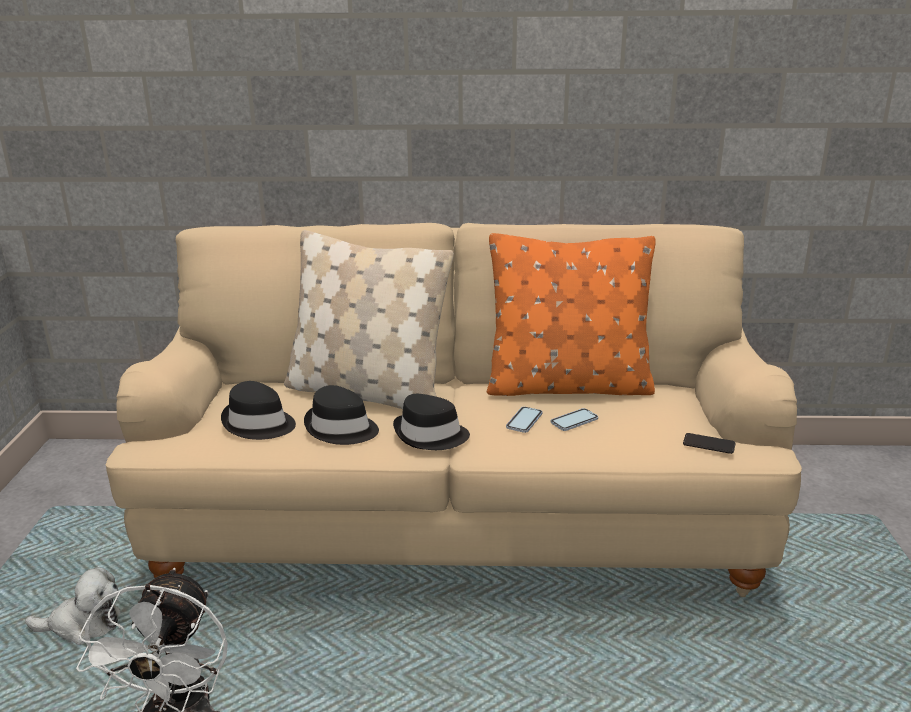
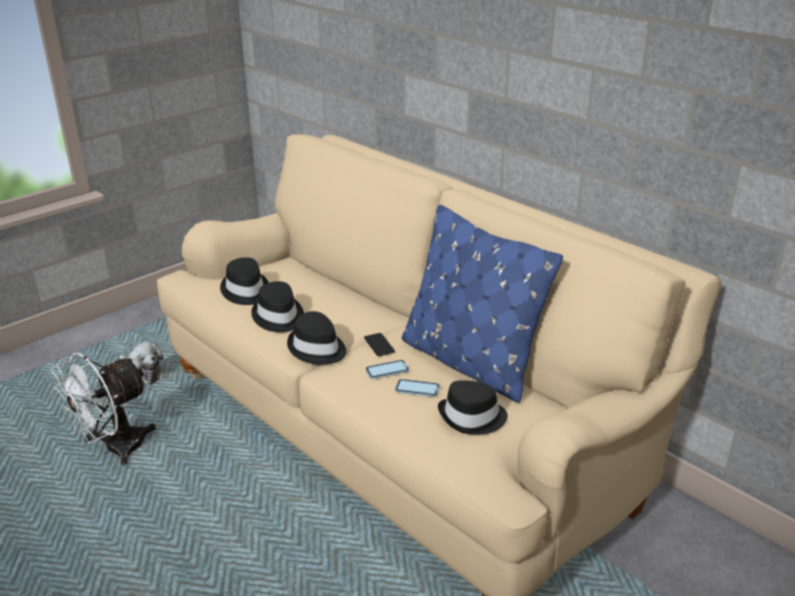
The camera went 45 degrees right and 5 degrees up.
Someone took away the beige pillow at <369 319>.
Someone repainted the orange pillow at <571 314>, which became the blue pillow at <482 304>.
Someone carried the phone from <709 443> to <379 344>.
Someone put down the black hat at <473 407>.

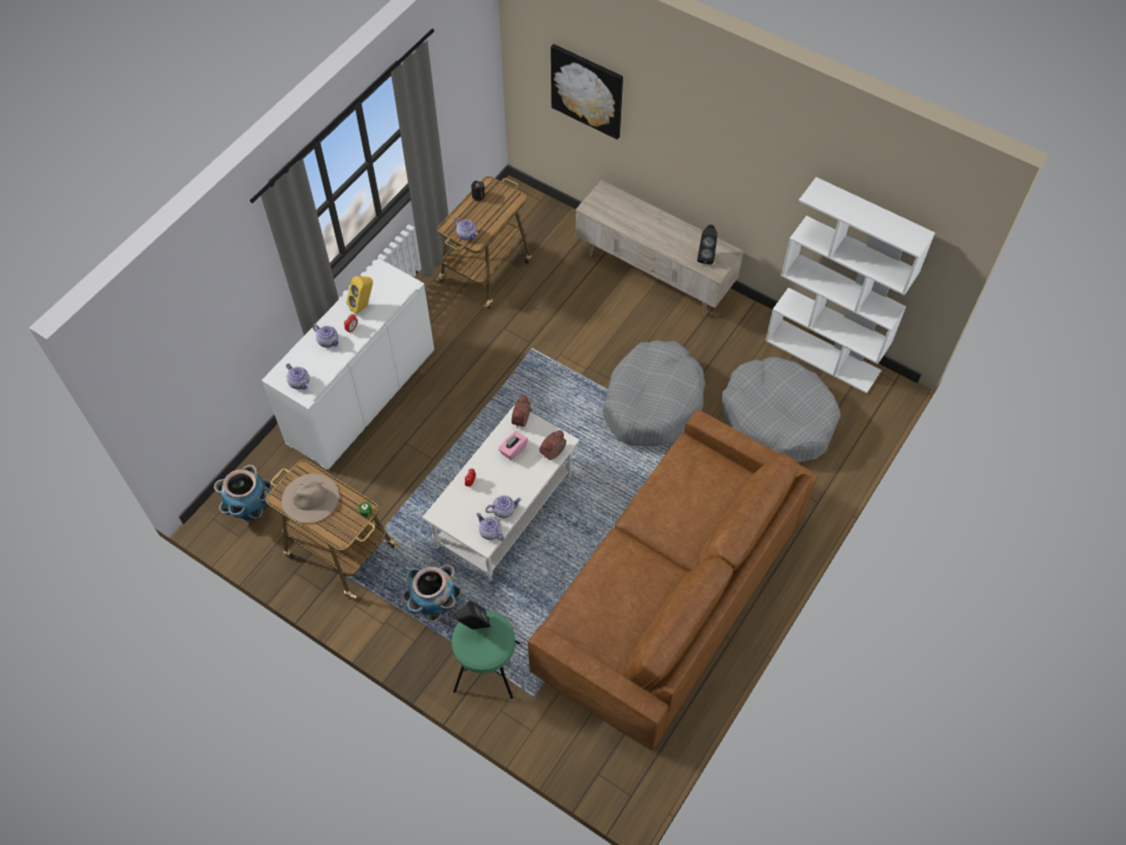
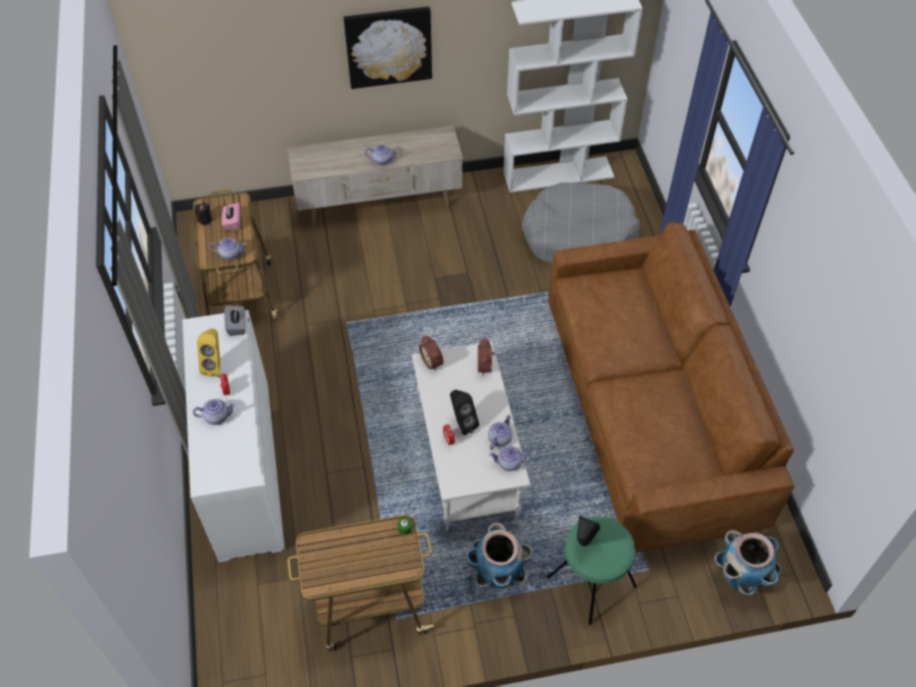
The camera went 45 degrees left and 5 degrees down.
Someone carried the planter from <243 492> to <748 562>.
Someone took away the beige hat at <310 498>.
Someone carried the teapot from <298 376> to <381 155>.
Someone carried the pink tissue box from <513 446> to <231 217>.
Someone carried the picture from <587 92> to <387 48>.
Someone took away the grey dog bed at <653 393>.
Someone carried the black speaker from <707 244> to <464 412>.
Someone put down the grey tissue box at <234 321>.

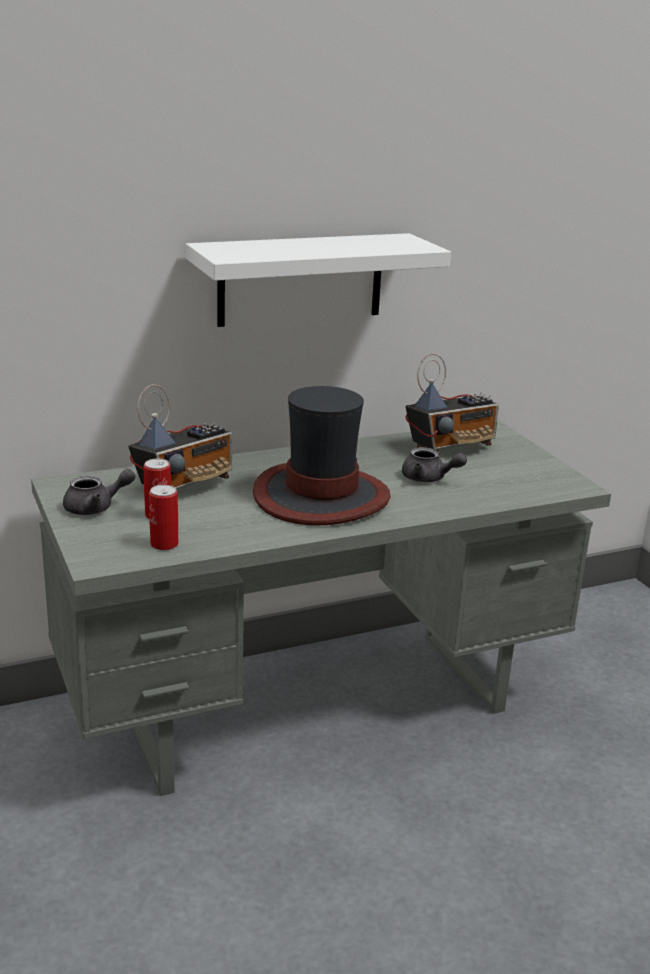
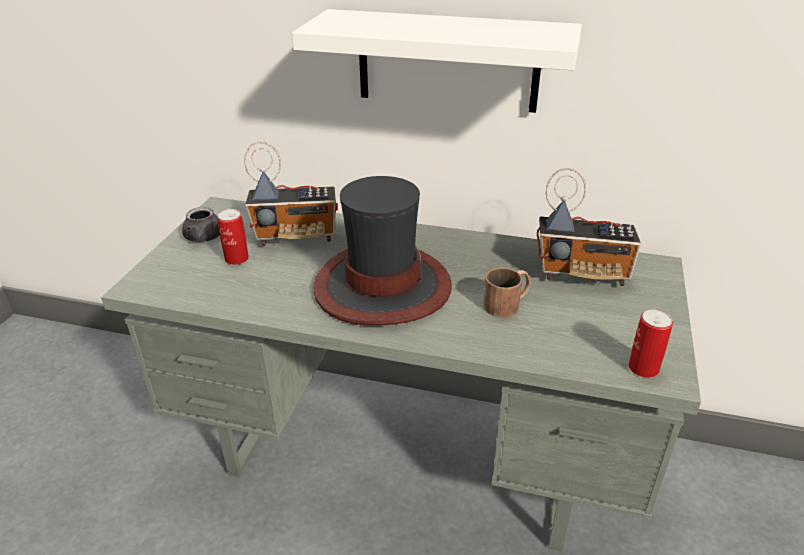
The camera went 40 degrees right and 10 degrees up.
Someone carried the can from <163 517> to <651 343>.
Someone swapped the grey teapot at <434 464> for the brown mug at <507 292>.

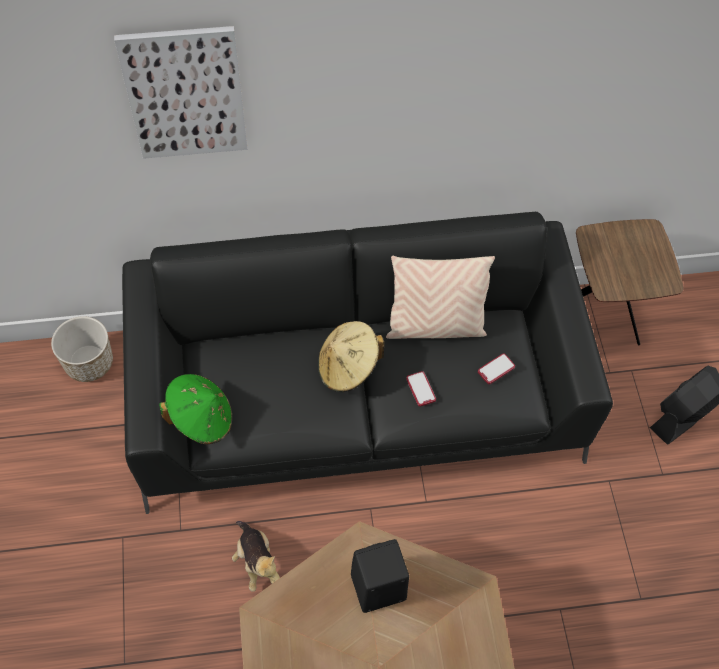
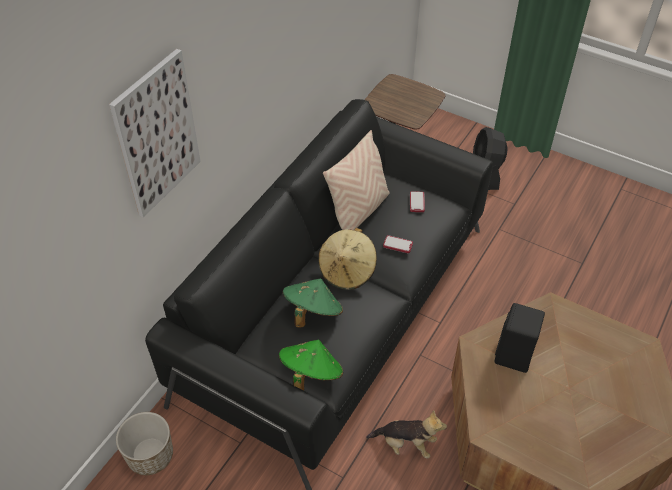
The camera went 50 degrees left and 10 degrees down.
Someone put down the green hat at <312 303>.

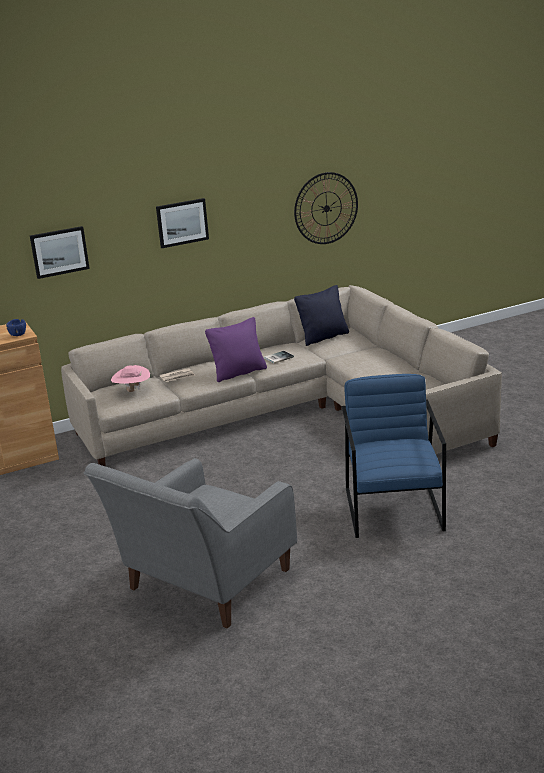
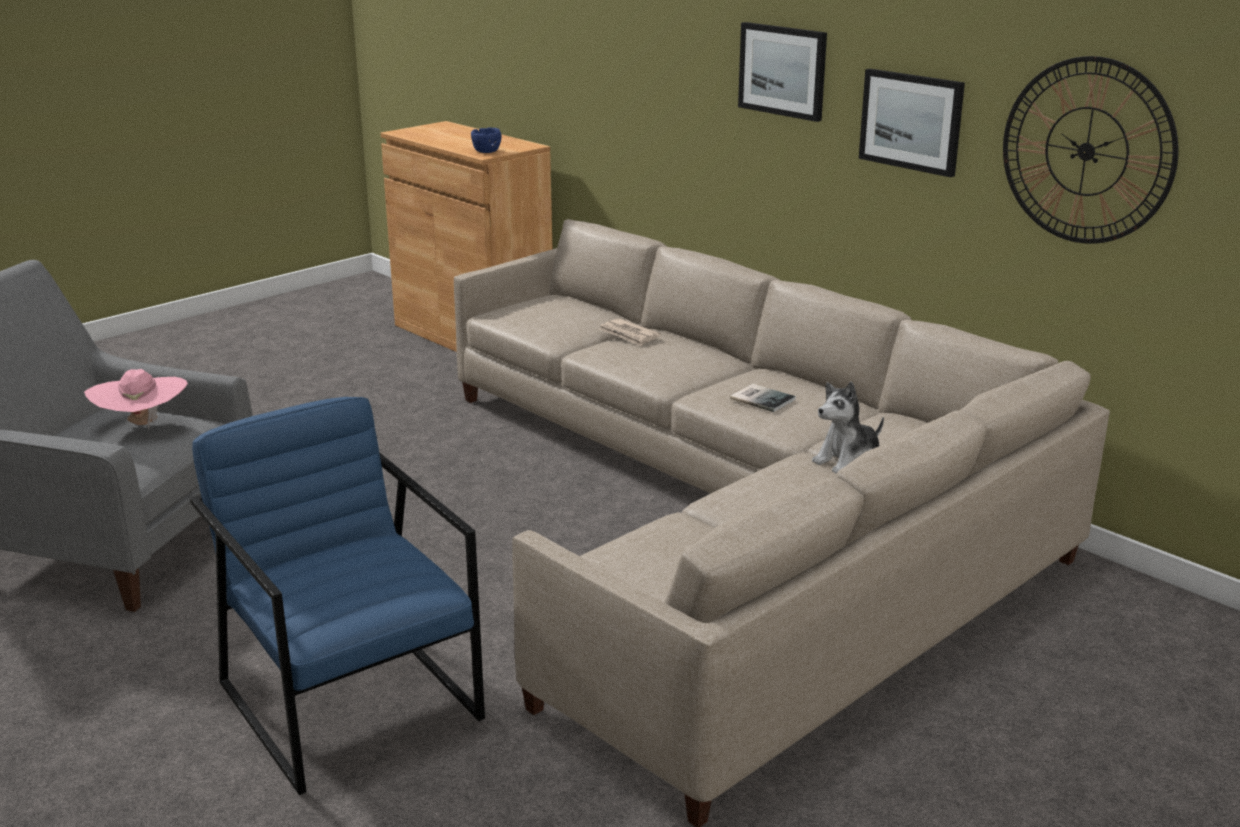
The camera went 70 degrees right and 0 degrees up.
Someone carried the picture from <60 252> to <912 123>.
Someone carried the pink hat from <130 378> to <136 399>.
Someone took away the purple pillow at <236 349>.
Someone took away the black pillow at <321 315>.
Someone rotated the blue armchair at <394 456> by 105 degrees counterclockwise.
Someone put down the plush toy at <848 428>.

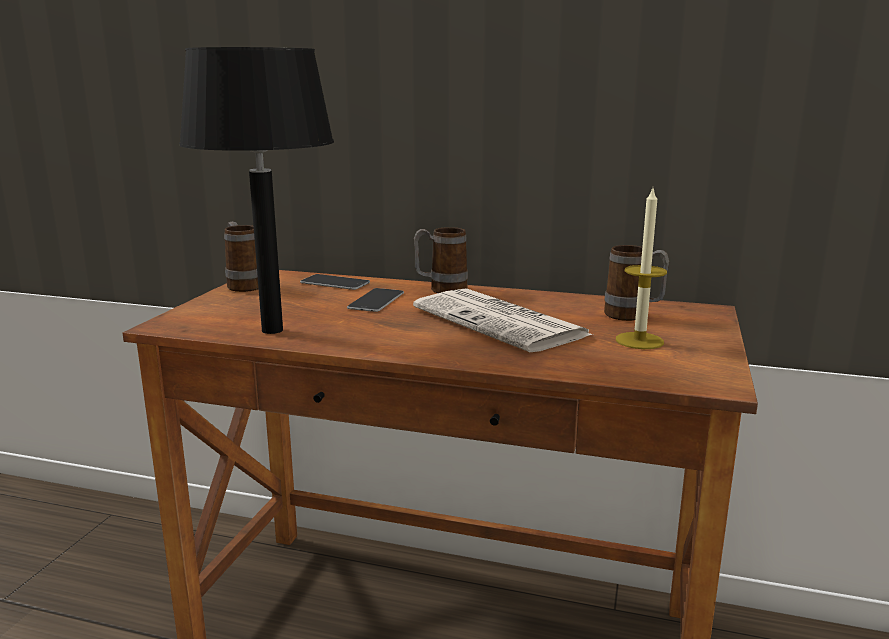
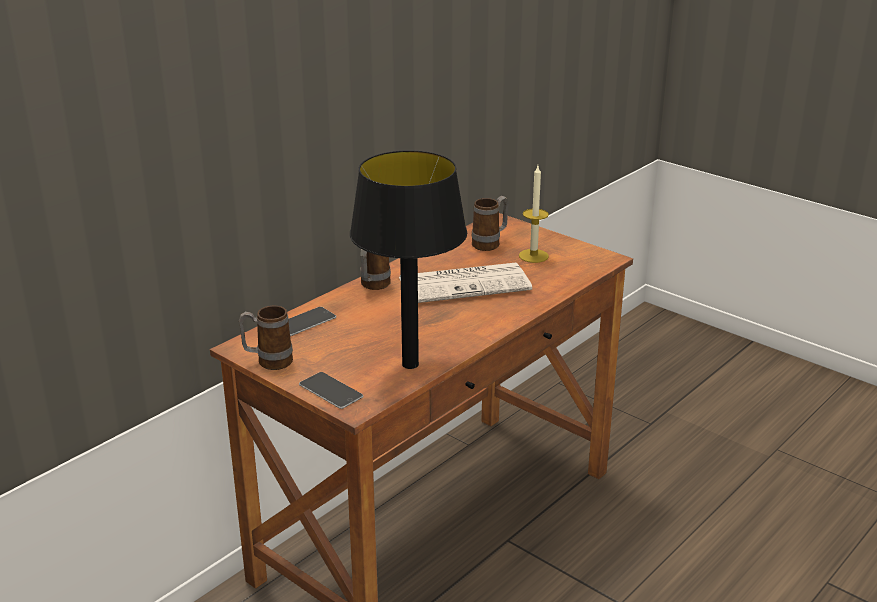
The camera went 65 degrees left and 10 degrees up.
Someone carried the phone from <375 300> to <331 390>.

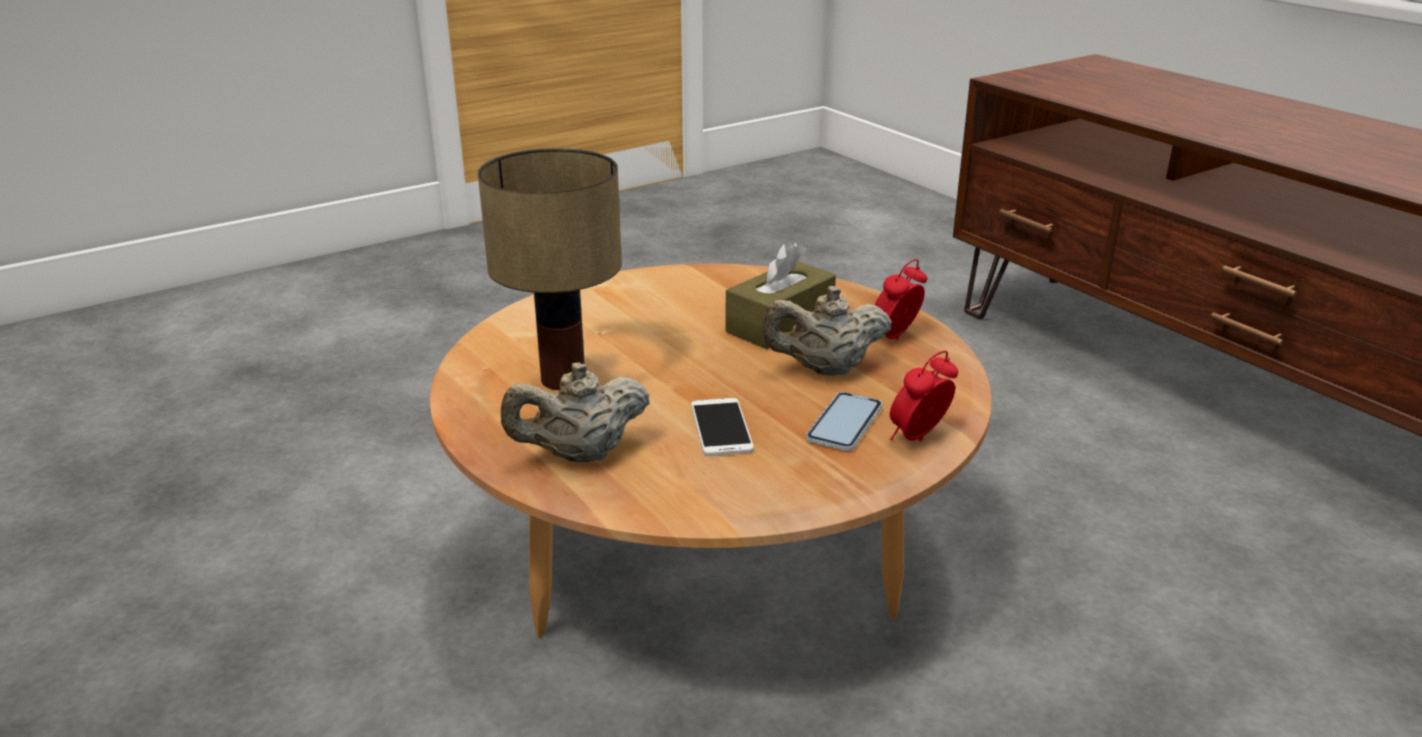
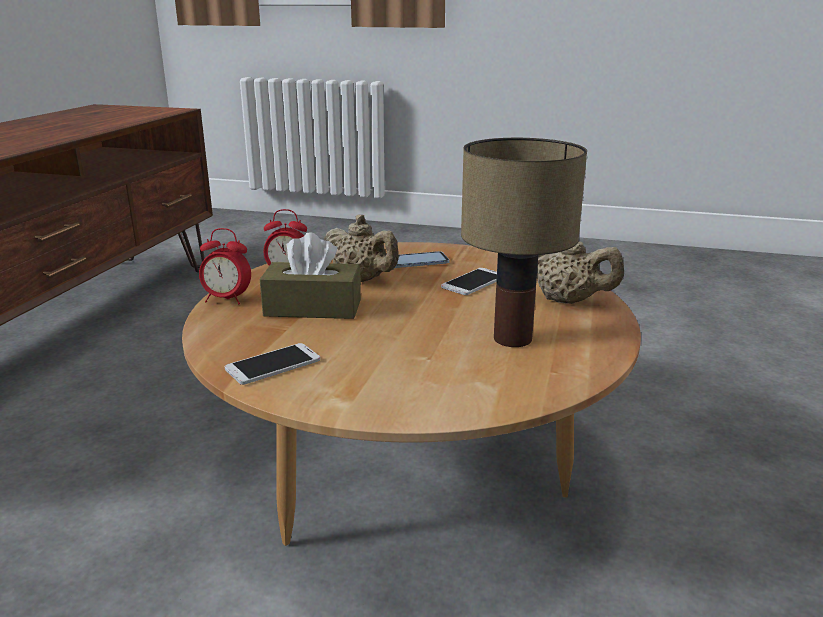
The camera went 130 degrees left and 5 degrees down.
Someone carried the alarm clock from <924 396> to <225 266>.
Someone put down the phone at <272 364>.

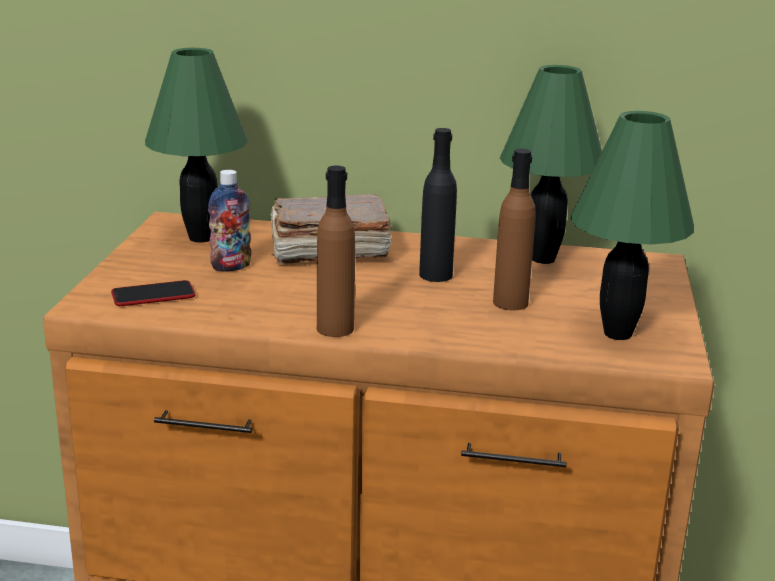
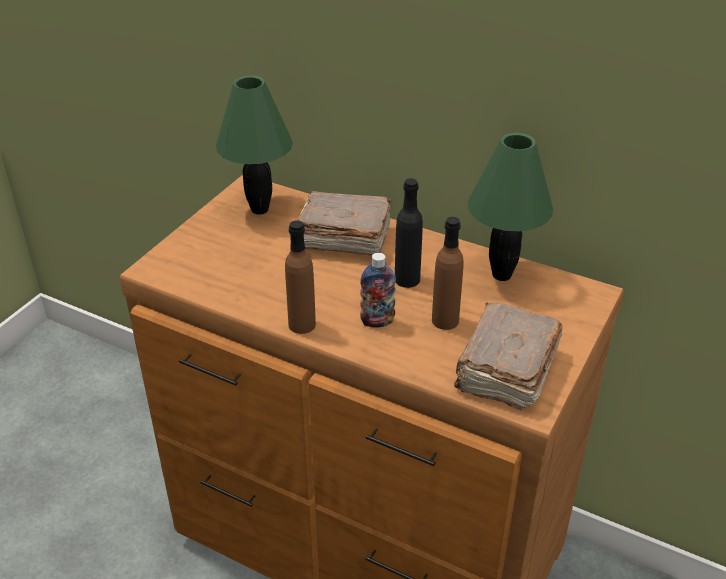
The camera went 20 degrees right and 15 degrees up.
Someone took away the phone at <153 293>.
Someone carried the bottle from <229 220> to <378 290>.
Someone swapped the green table lamp at <632 225> for the brown book at <508 357>.

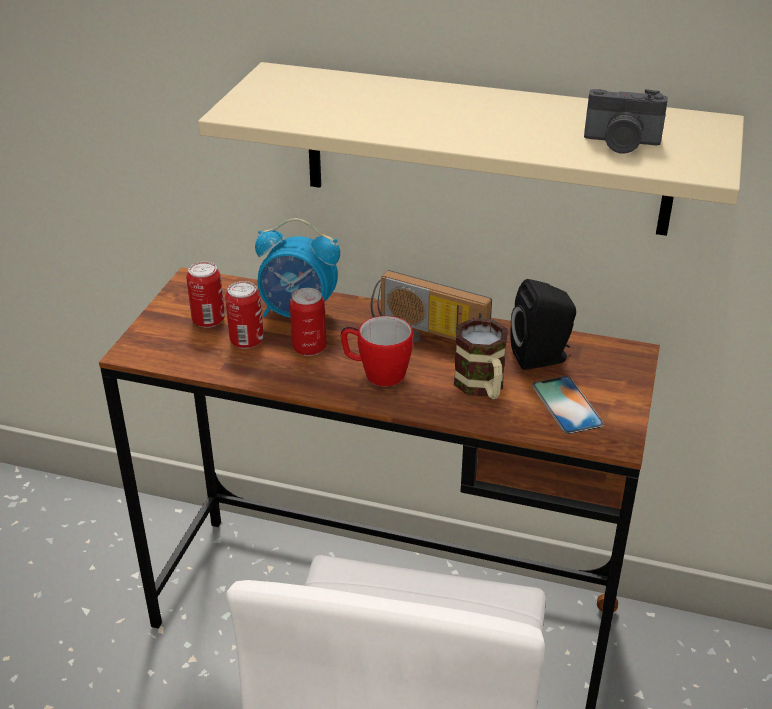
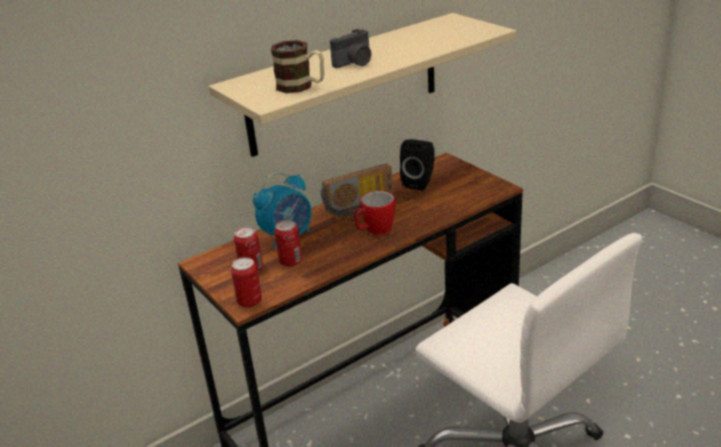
The camera went 50 degrees left and 5 degrees down.
Someone carried the can from <308 322> to <246 282>.
Someone carried the mug from <480 358> to <297 66>.
Someone took away the phone at <568 405>.
Someone carried the photo camera from <626 121> to <350 48>.

